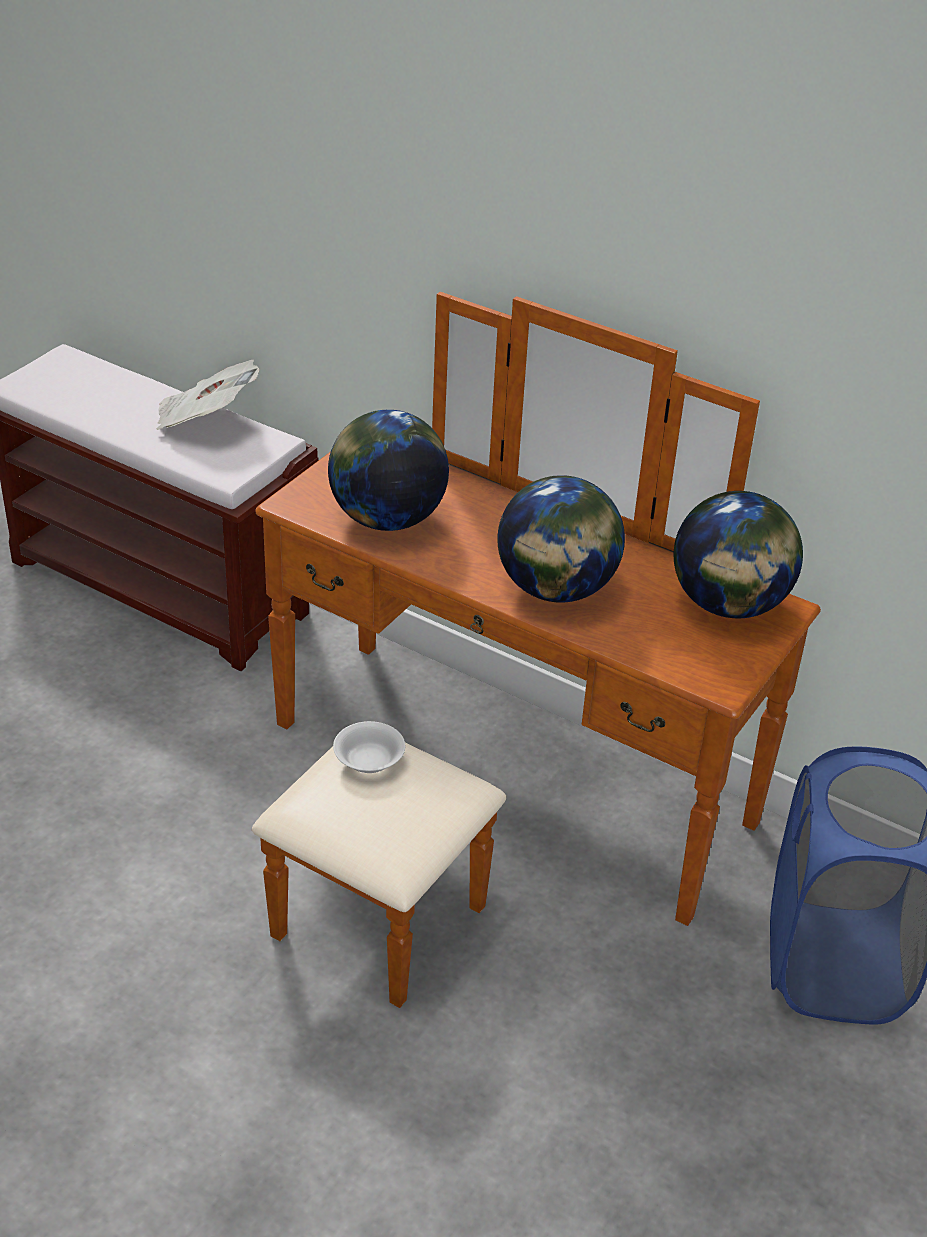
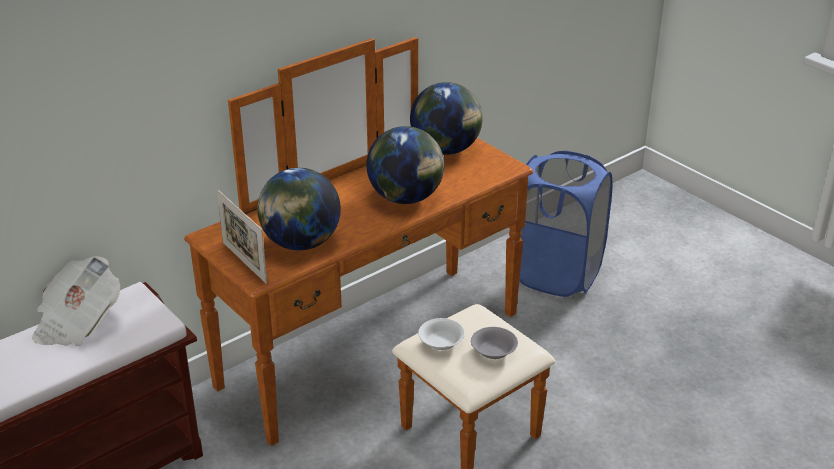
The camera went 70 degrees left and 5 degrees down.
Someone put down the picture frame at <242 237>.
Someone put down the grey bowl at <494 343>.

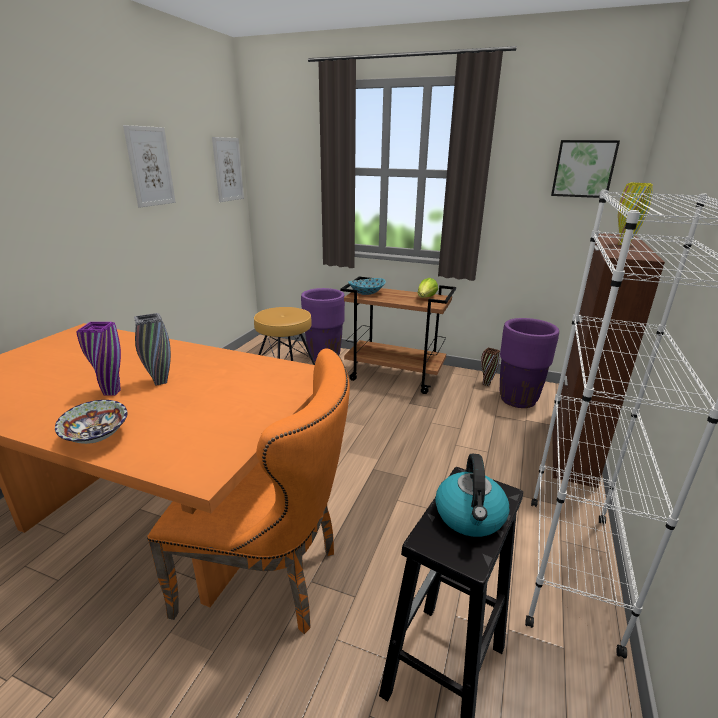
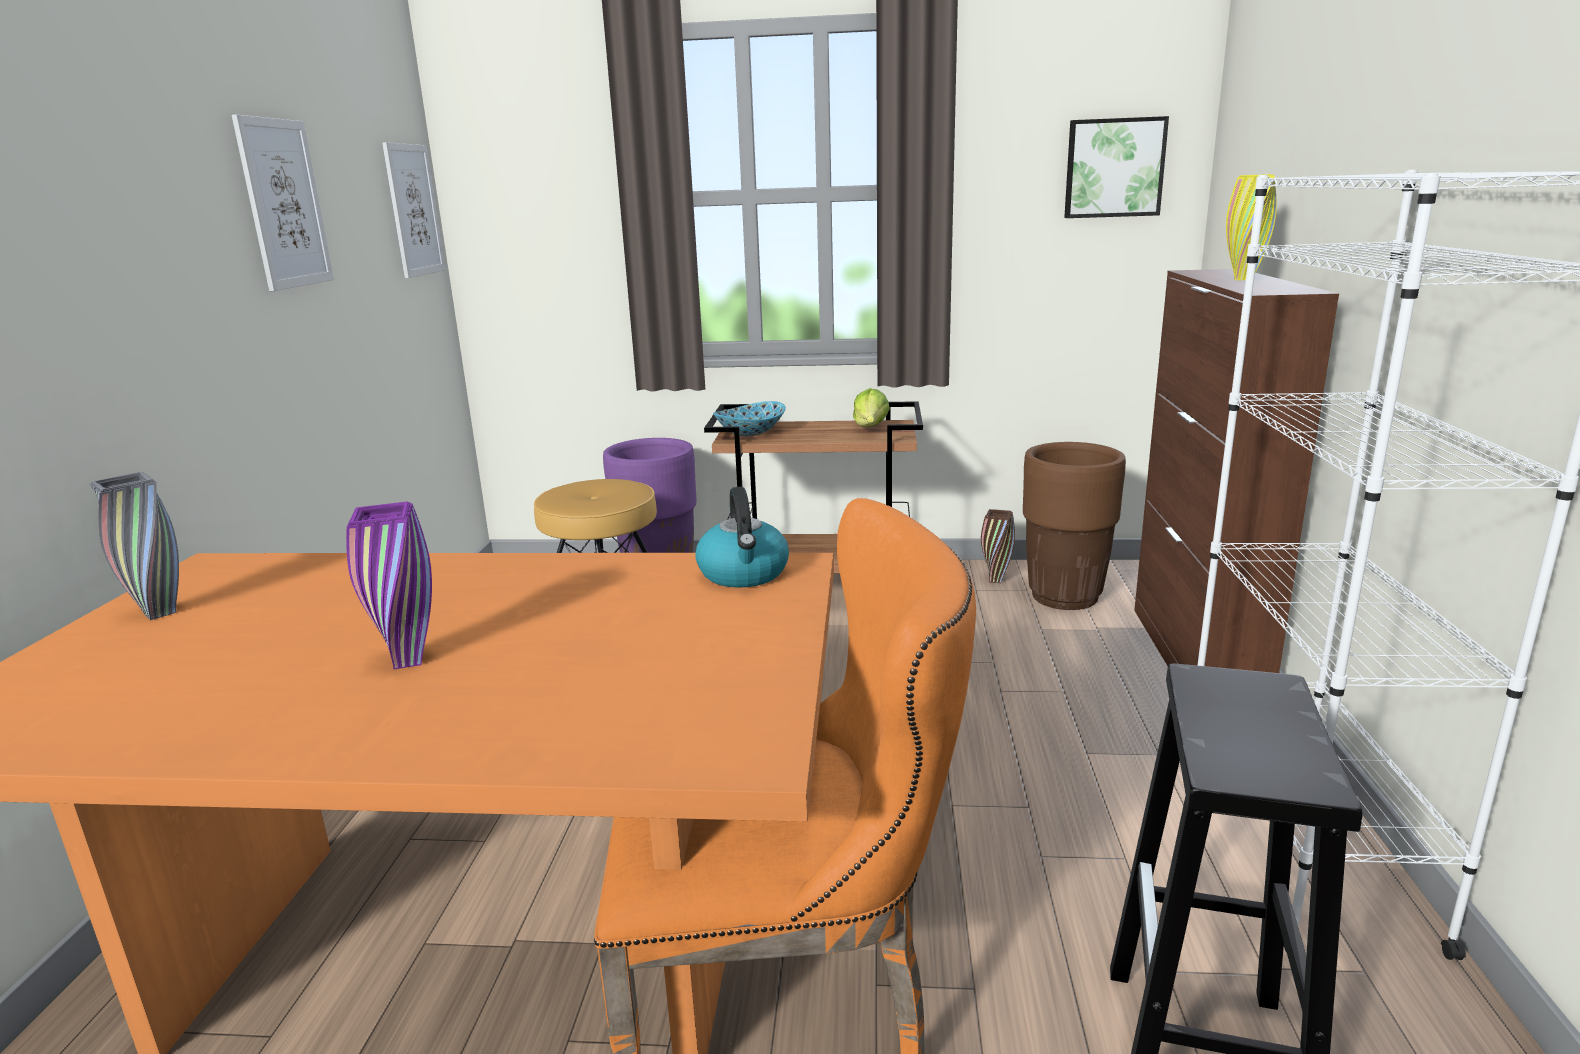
The camera went 15 degrees left and 5 degrees down.
Someone took away the bowl at <91 422>.
Someone carried the grey vase from <152 349> to <134 546>.
Someone carried the kettle from <472 495> to <742 537>.
Someone repainted the purple planter at <529 363>, which became the brown planter at <1074 526>.

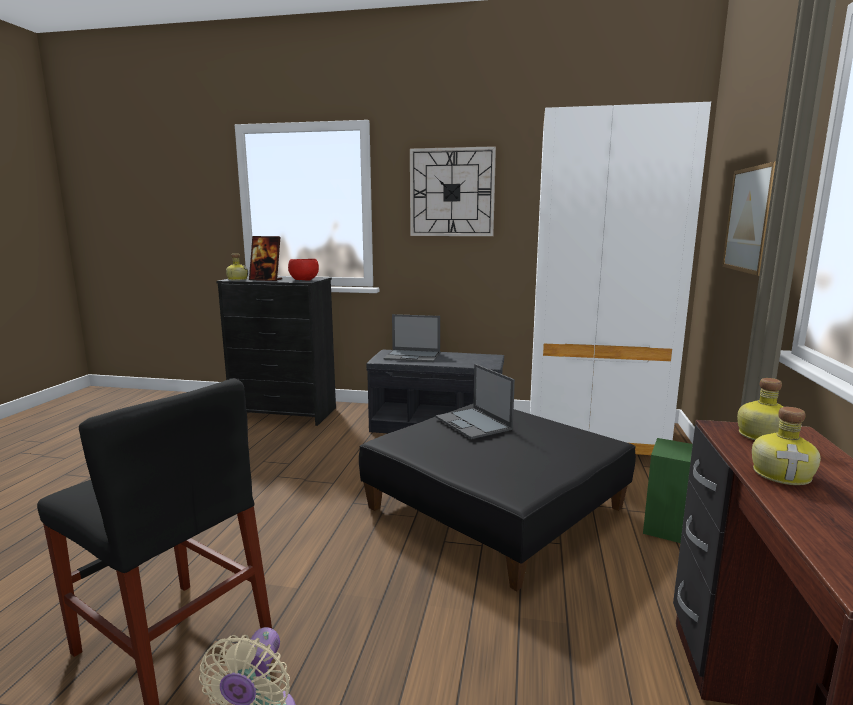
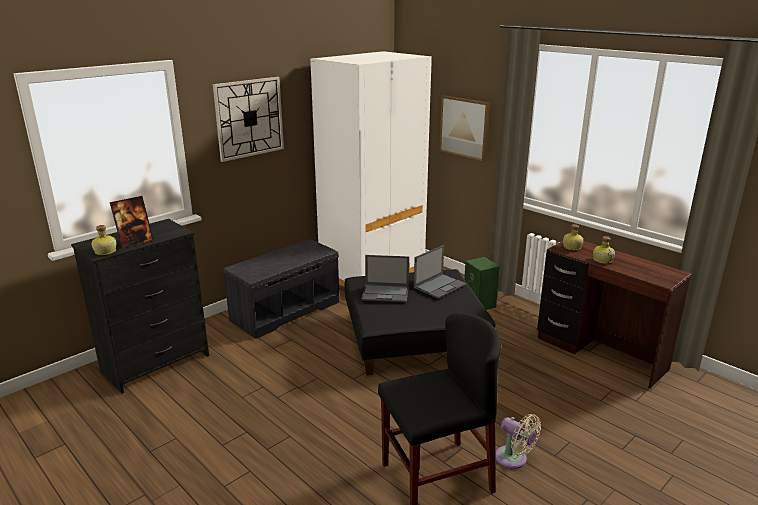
The camera went 55 degrees left and 10 degrees up.
Someone took away the red bowl at <303 269>.
Someone carried the laptop from <411 338> to <440 272>.

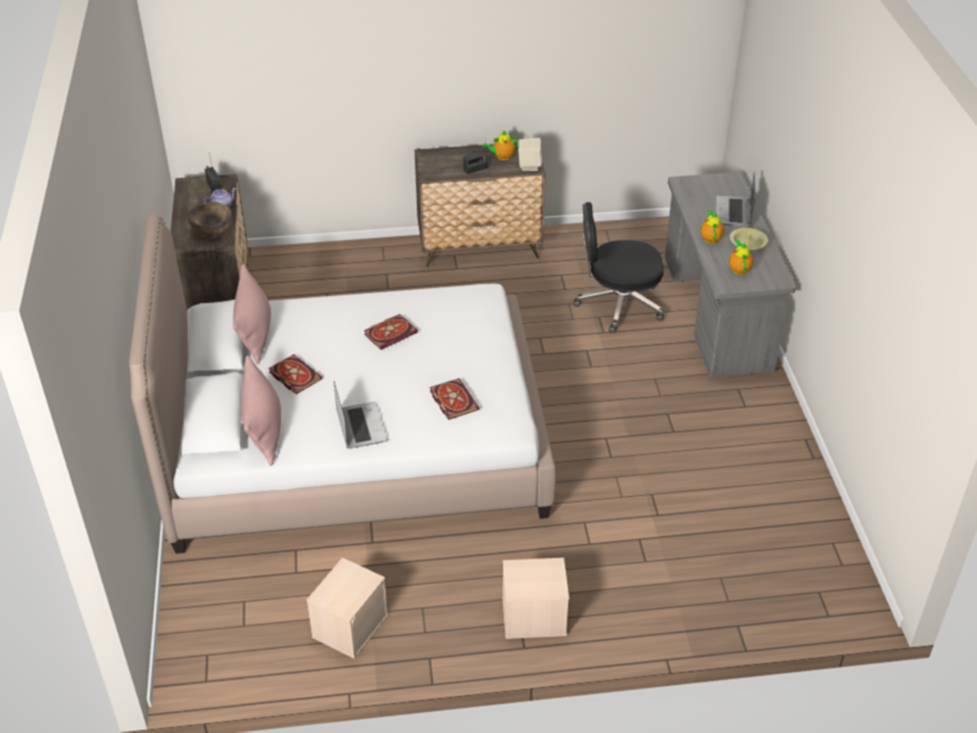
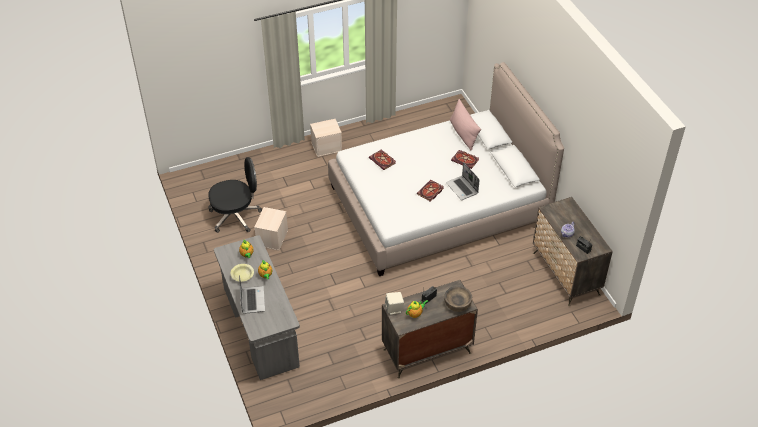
The camera went 165 degrees right and 5 degrees up.
Someone carried the brown bowl from <210 220> to <458 299>.
Someone took away the pink pillow at <252 314>.
Someone carried the beige storage box from <347 608> to <271 229>.
Someone carried the laptop from <360 415> to <463 181>.
Someone carried the black office chair from <619 267> to <235 195>.

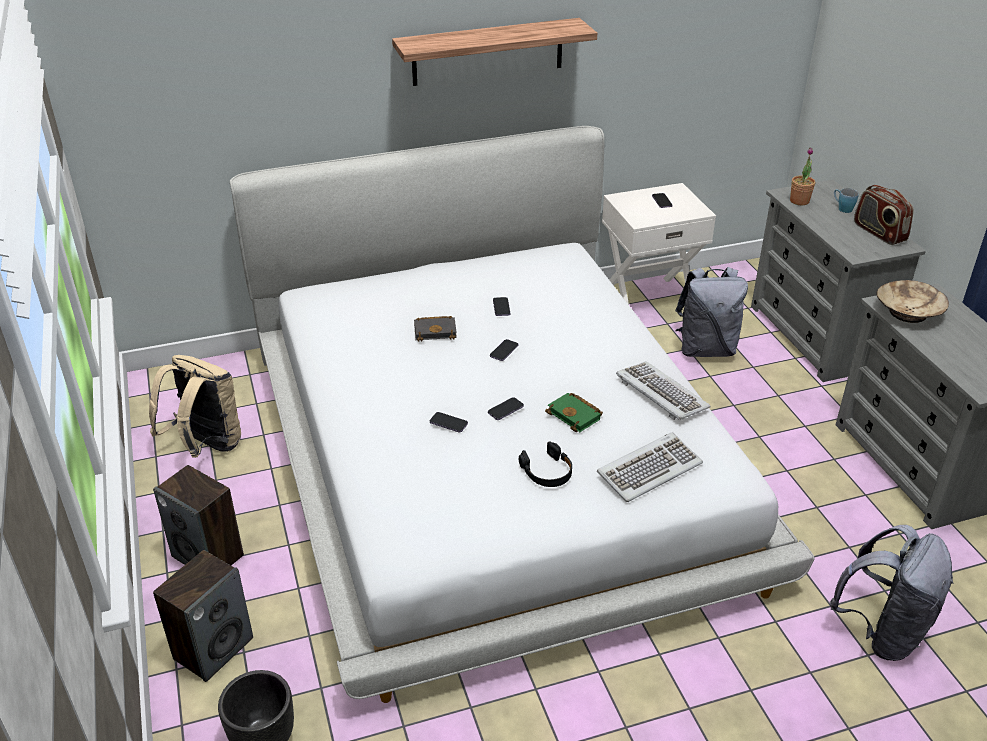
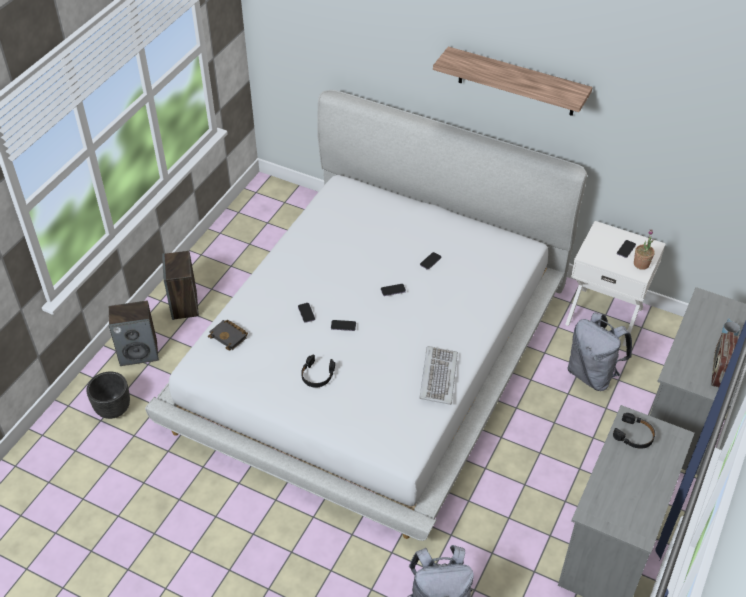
The camera went 45 degrees right and 10 degrees up.
Someone took away the beige backpack at <195 406>.
Someone carried the black book from <435 329> to <228 335>.
Someone took away the green book at <574 412>.
Someone took away the keyboard at <650 467>.
Someone carried the potted plant from <802 176> to <644 249>.
Someone swapped the beige bowl at <913 301> for the black headphones at <634 431>.

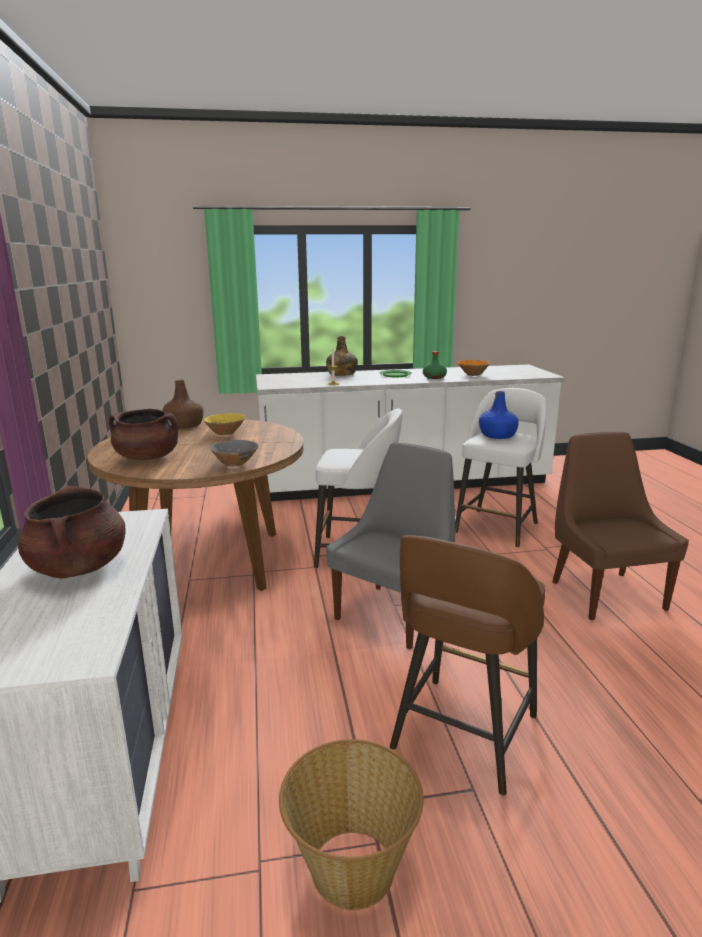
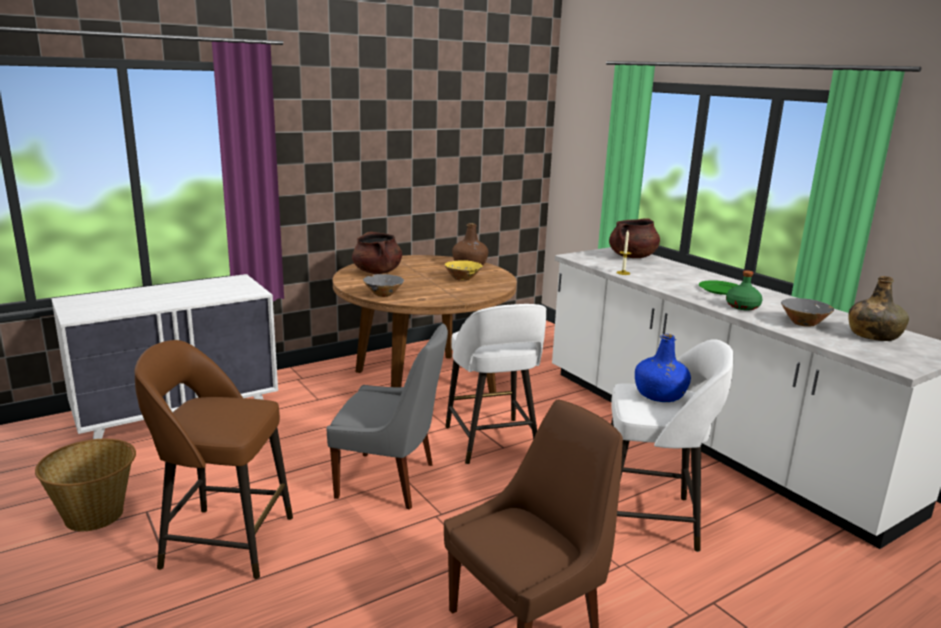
The camera went 65 degrees right and 0 degrees up.
Someone carried the brown cooking pot from <71 532> to <634 238>.
Someone carried the green bottle from <342 356> to <878 308>.
Someone repainted the orange bowl at <473 368>, which became the grey bowl at <807 312>.

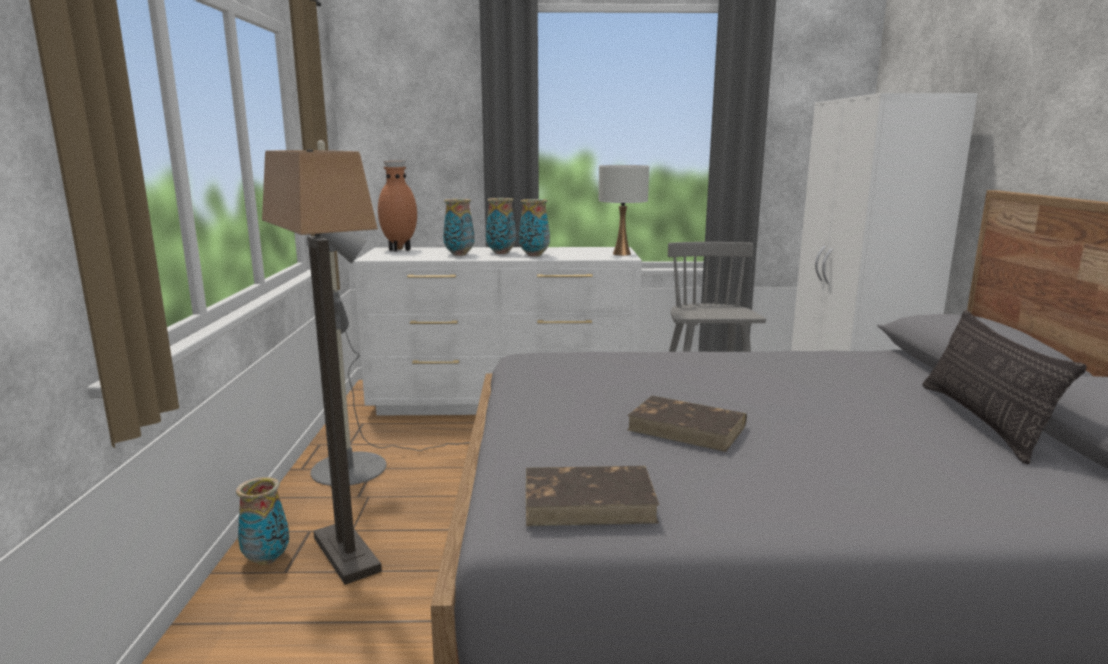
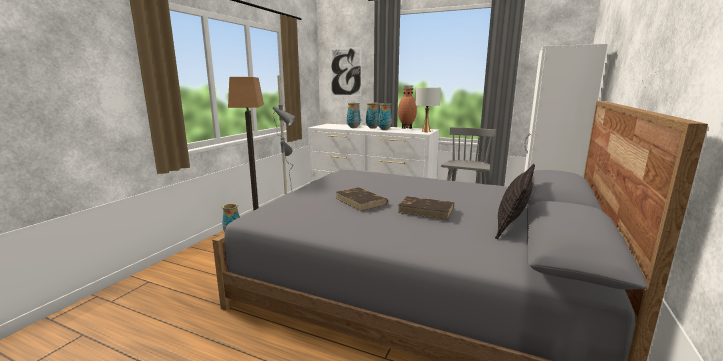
The camera went 25 degrees right and 0 degrees up.
Someone carried the brown vase from <397 206> to <407 107>.
Someone carried the brown book from <592 496> to <426 208>.
Someone put up the picture at <346 71>.

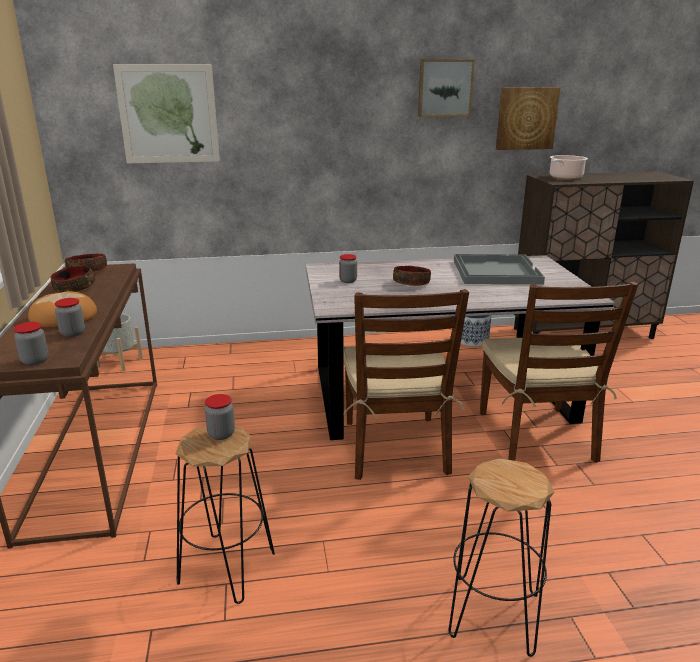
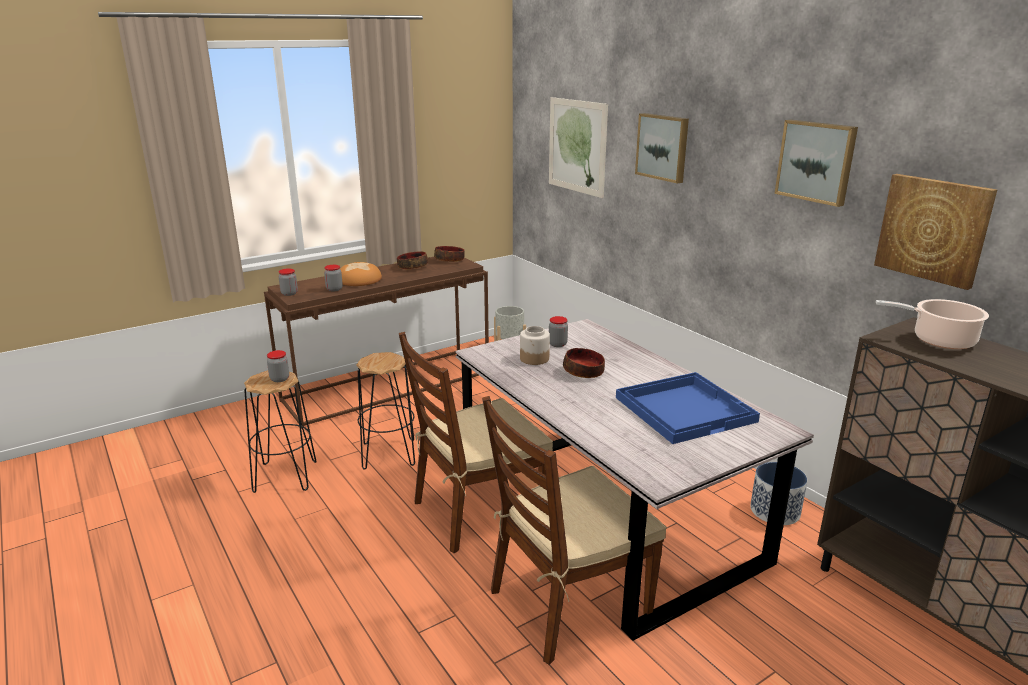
The camera went 65 degrees right and 0 degrees up.
Someone carried the black stool from <502 557> to <385 411>.
Someone repainted the grey tray at <499 269>, which became the blue tray at <688 408>.
Someone put down the jar at <535 345>.
Someone put up the picture at <662 148>.

